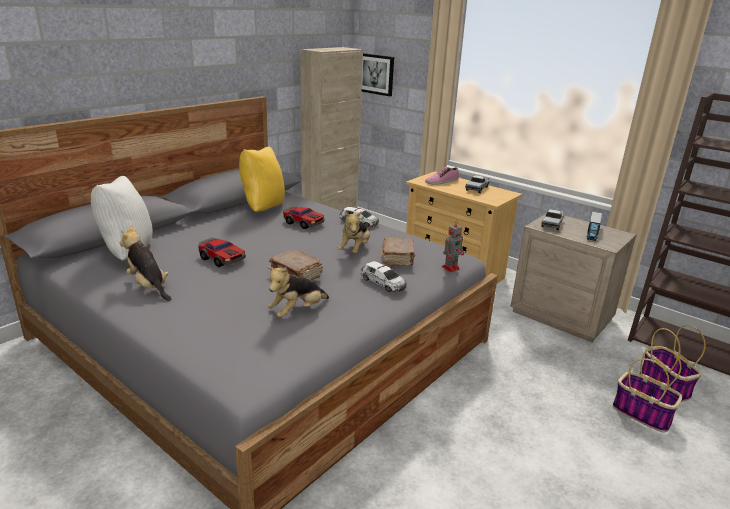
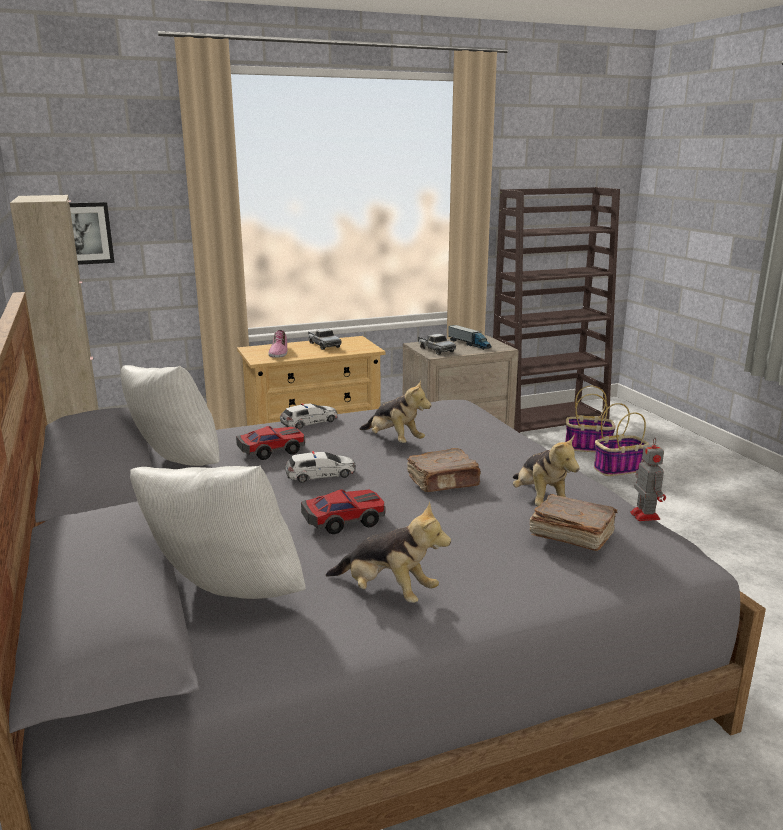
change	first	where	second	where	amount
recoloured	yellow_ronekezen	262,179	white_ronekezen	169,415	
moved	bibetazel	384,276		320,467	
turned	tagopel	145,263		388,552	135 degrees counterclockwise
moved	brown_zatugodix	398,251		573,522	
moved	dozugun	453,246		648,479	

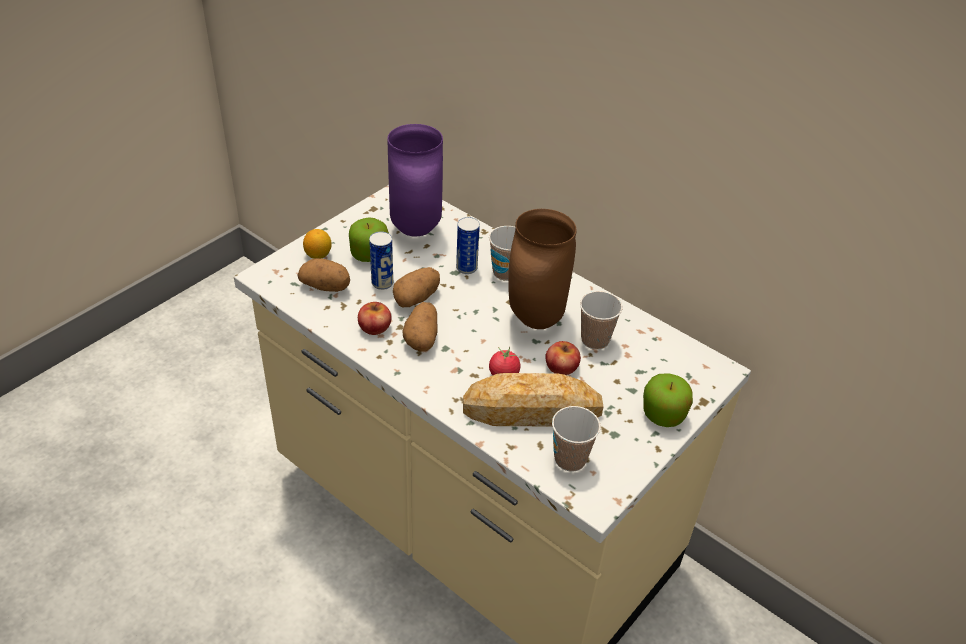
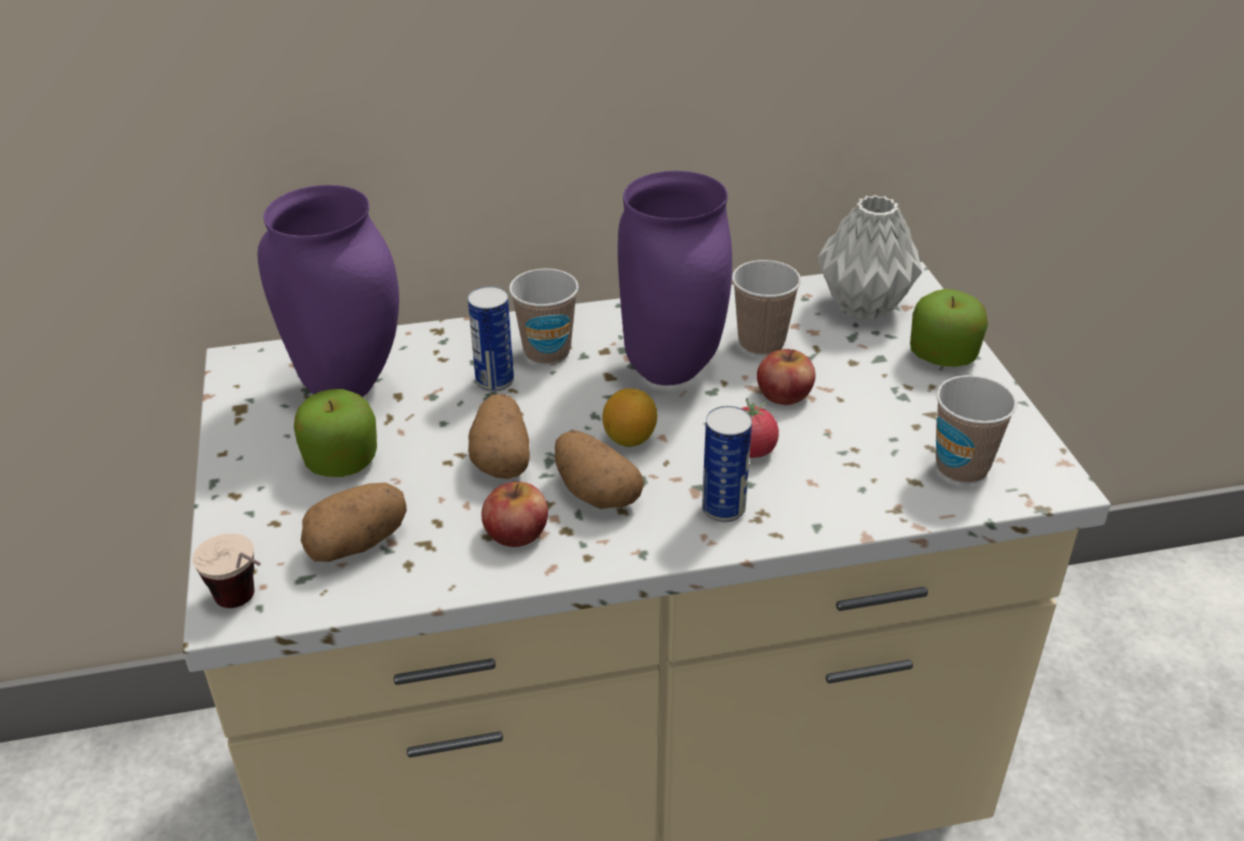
change	first	where	second	where	amount
added			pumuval	226,570	
moved	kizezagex	317,244		629,417	
recoloured	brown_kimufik	542,269	purple_kimufik	675,278	
moved	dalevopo	381,261		727,464	
added			grey_kimufik	870,257	
removed	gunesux	533,400			

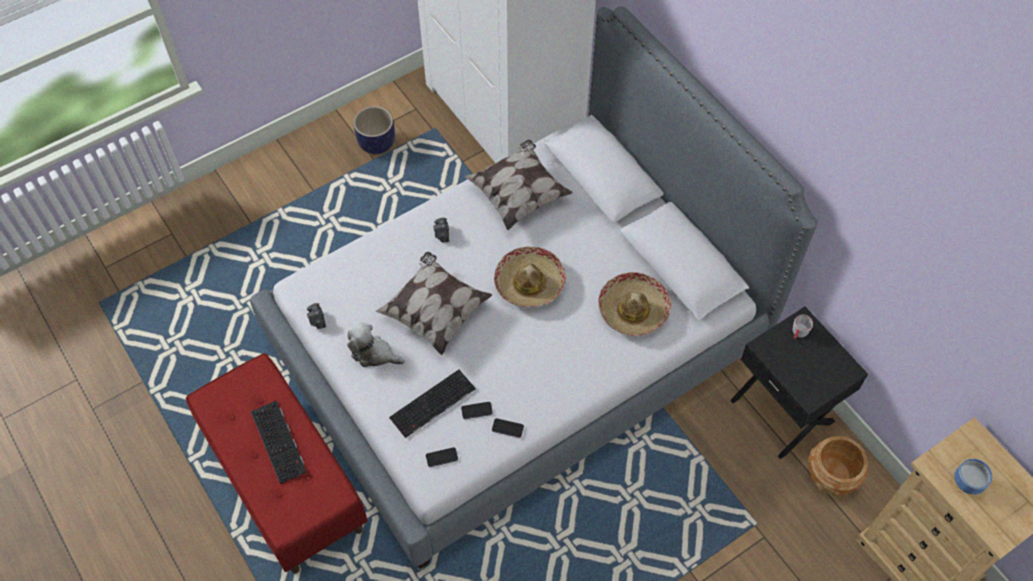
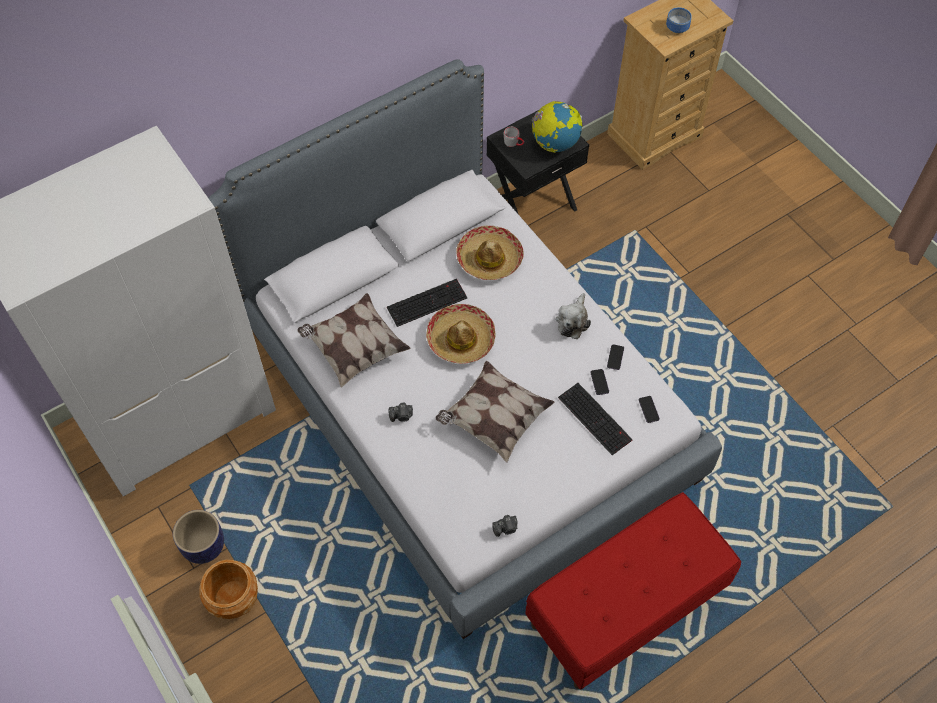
change	first	where	second	where	amount
moved	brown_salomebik	838,465		228,589	
moved	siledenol	279,442		427,303	
added			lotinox	557,127	
moved	tagopel	376,345		573,316	

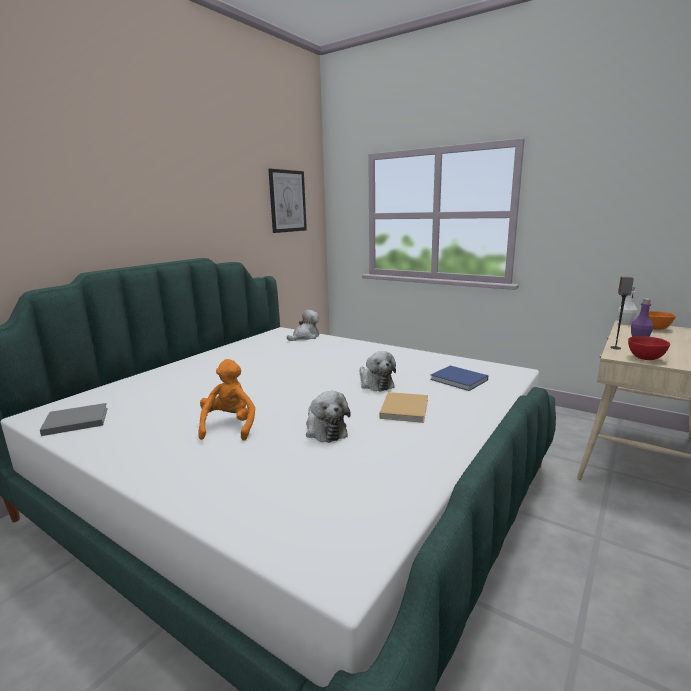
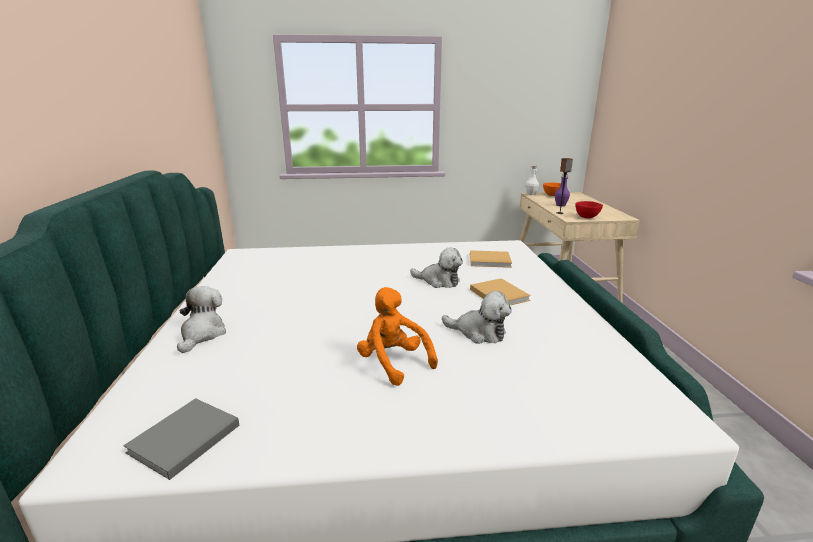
change	first	where	second	where	amount
moved	tagopel	303,325		201,319	
recoloured	blue_zatugodix	459,378	beige_zatugodix	491,259	
removed	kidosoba	287,201			

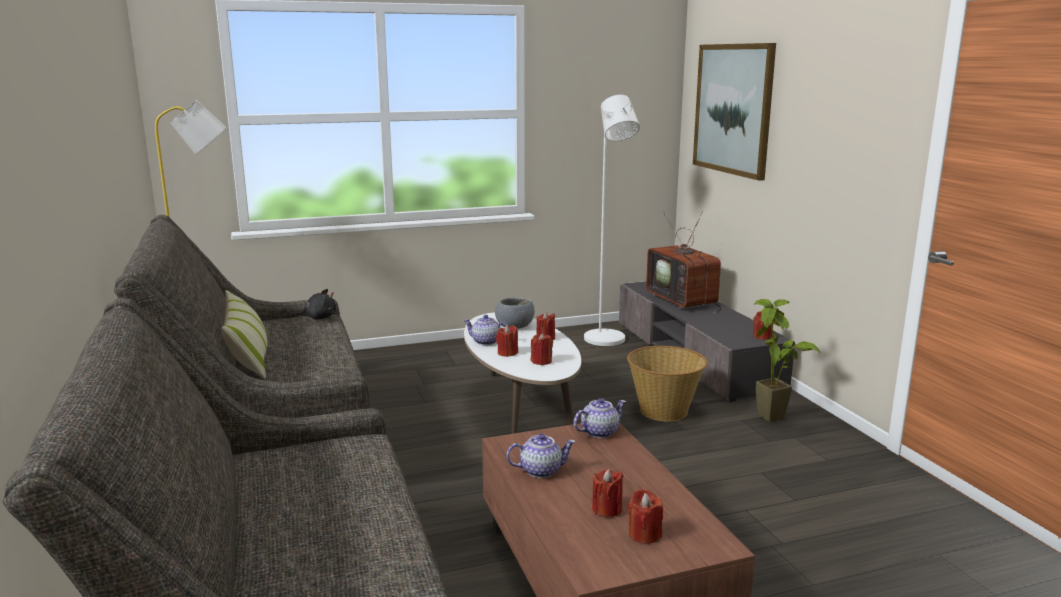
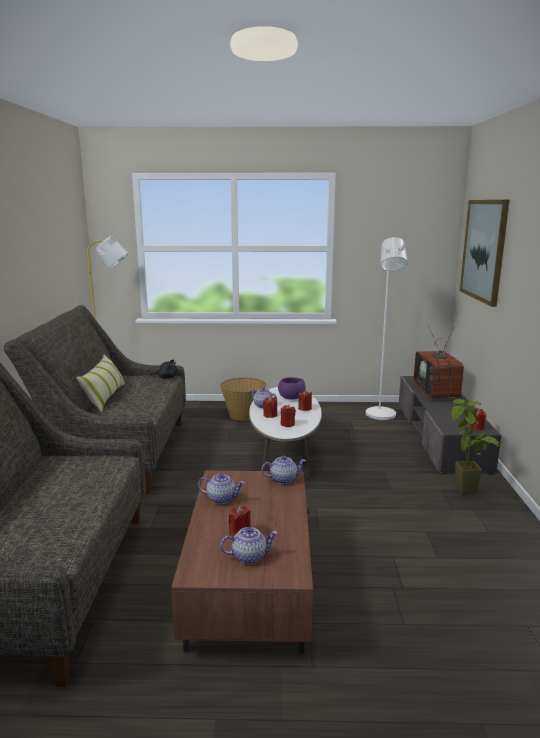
change	first	where	second	where	amount
moved	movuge	667,383		243,399	
replaced	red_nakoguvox	645,516	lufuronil	248,545	
recoloured	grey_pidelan	515,313	purple_pidelan	292,388	

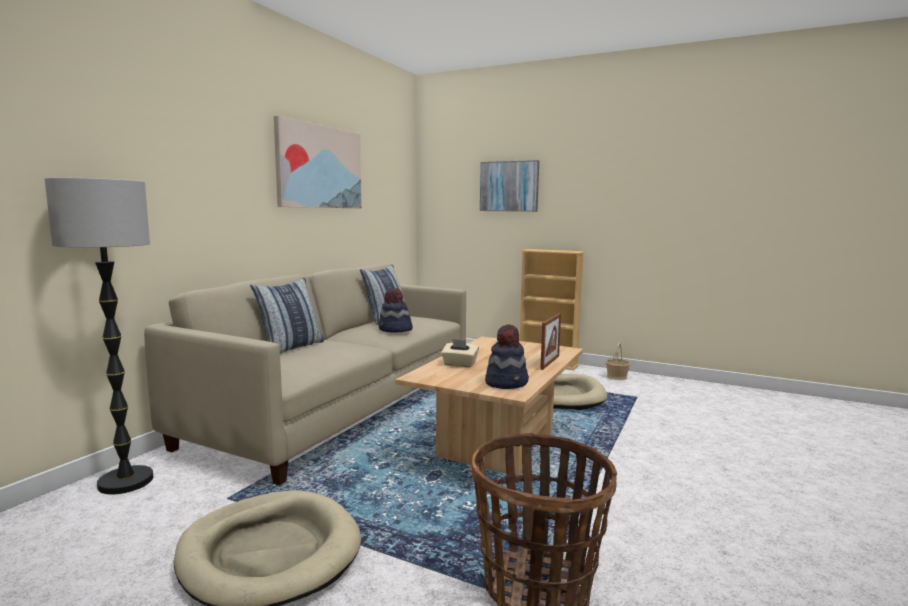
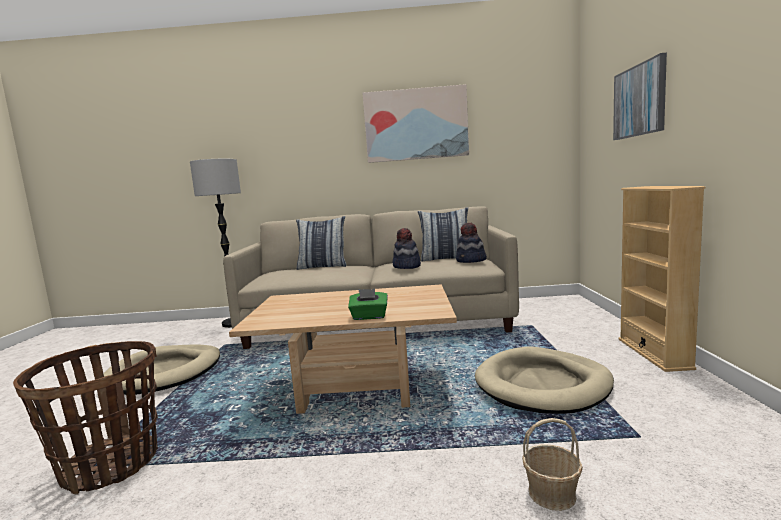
change	first	where	second	where	amount
replaced	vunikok	550,341	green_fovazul	368,304	
moved	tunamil	507,356		471,243	
moved	movuge	618,361		552,464	
removed	beige_fovazul	460,353			

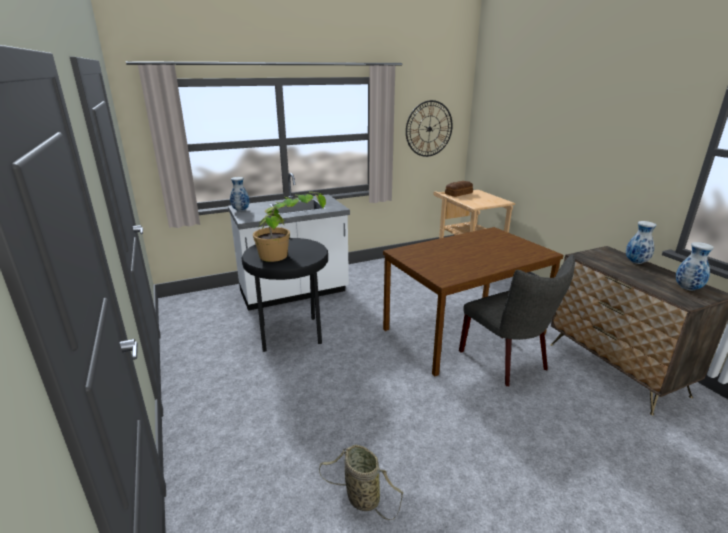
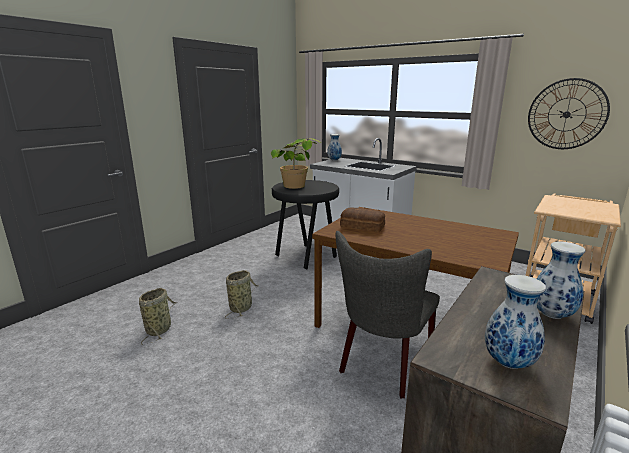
change	first	where	second	where	amount
added			movuge	241,294	
moved	gunesux	459,189		362,220	

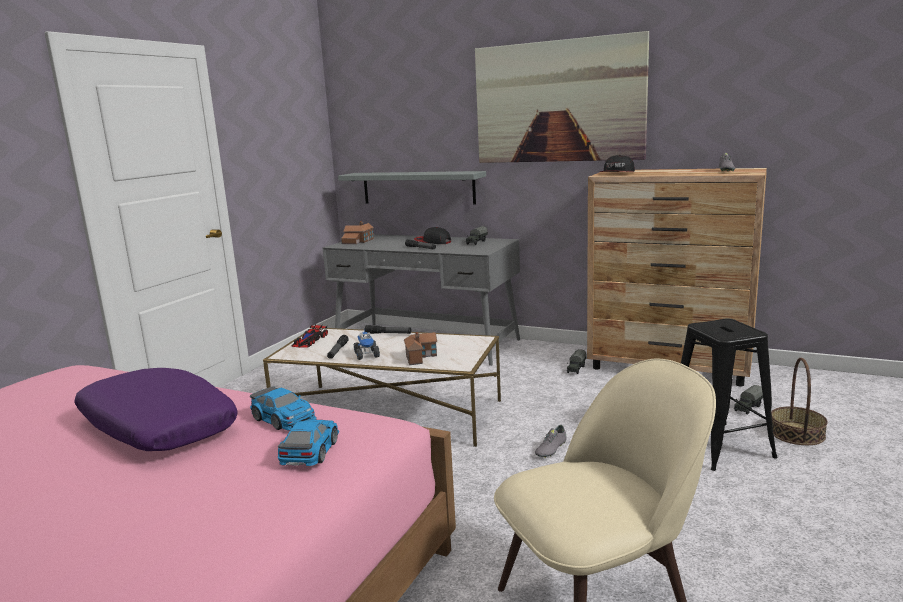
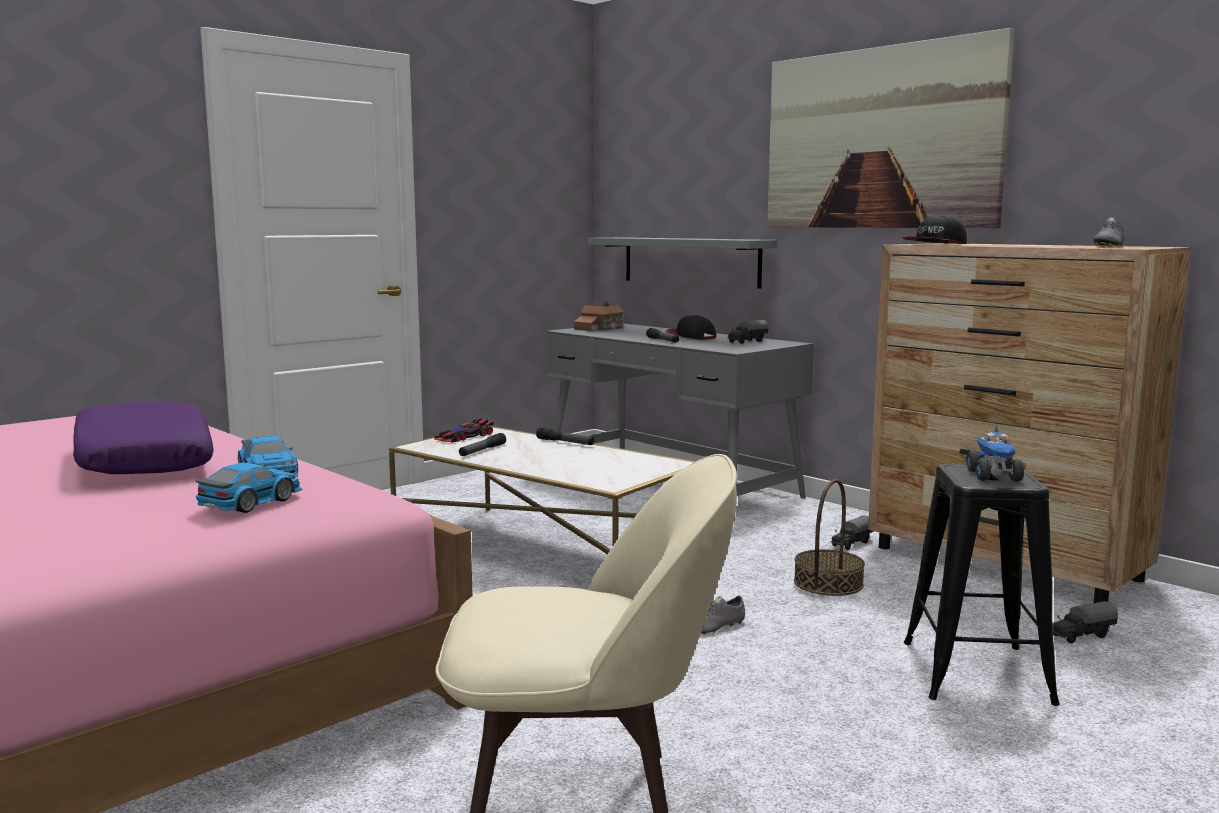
change	first	where	second	where	amount
moved	movuge	799,401		829,537	
moved	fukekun	367,344		995,453	
removed	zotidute	420,348			

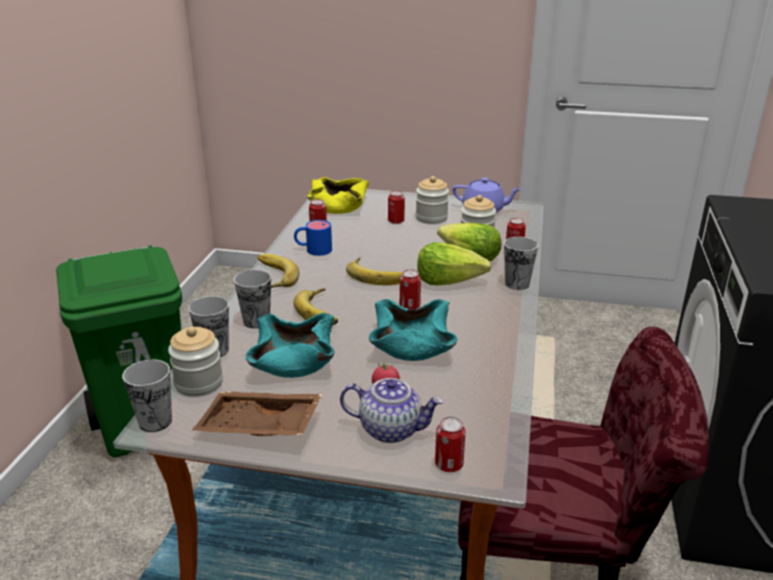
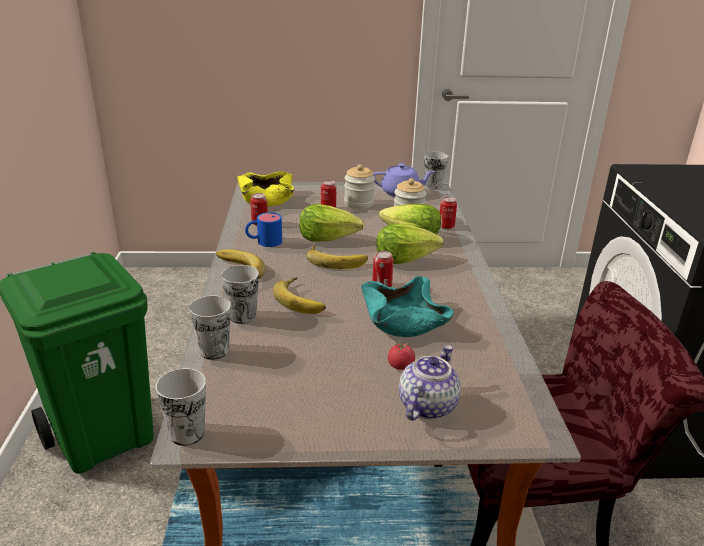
change	first	where	second	where	amount
added			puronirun	331,223	
turned	lufuronil	391,410		430,383	60 degrees counterclockwise
moved	pumuval	521,263		436,170	
removed	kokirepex	195,362			
removed	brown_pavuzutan	257,414			
removed	turquoise_pidelan	290,345			
removed	dalevopo	450,444			

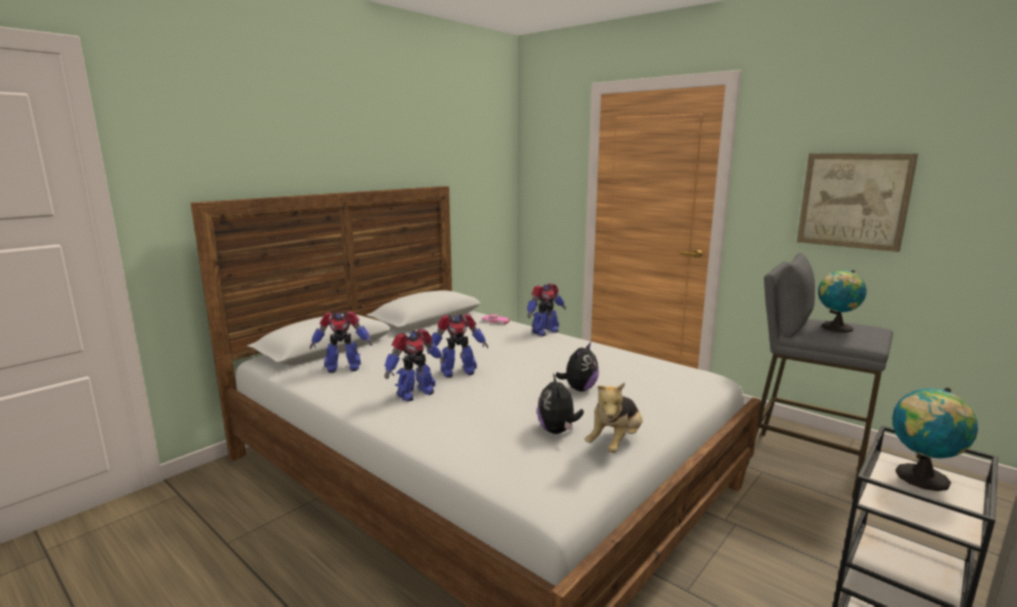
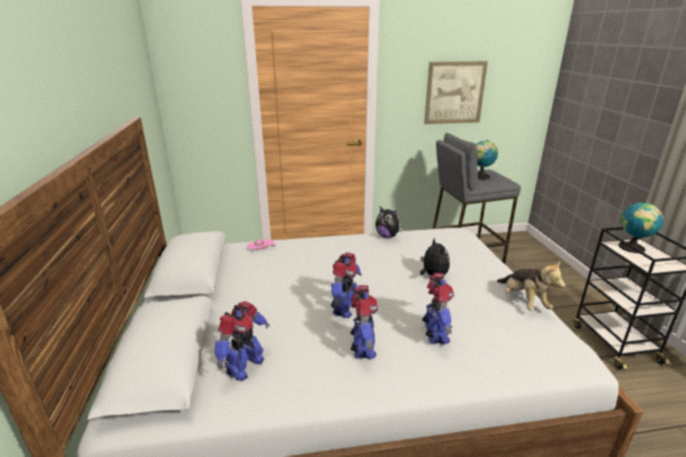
change	first	where	second	where	amount
moved	tagopel	560,404		389,222	
moved	dozugun	546,309		438,309	

